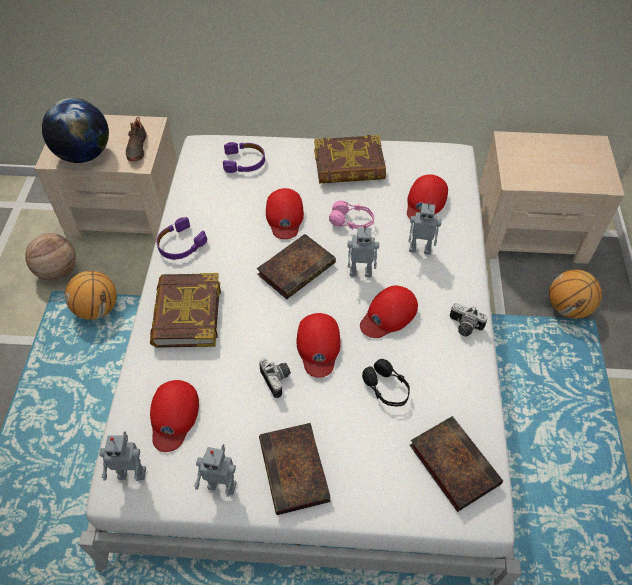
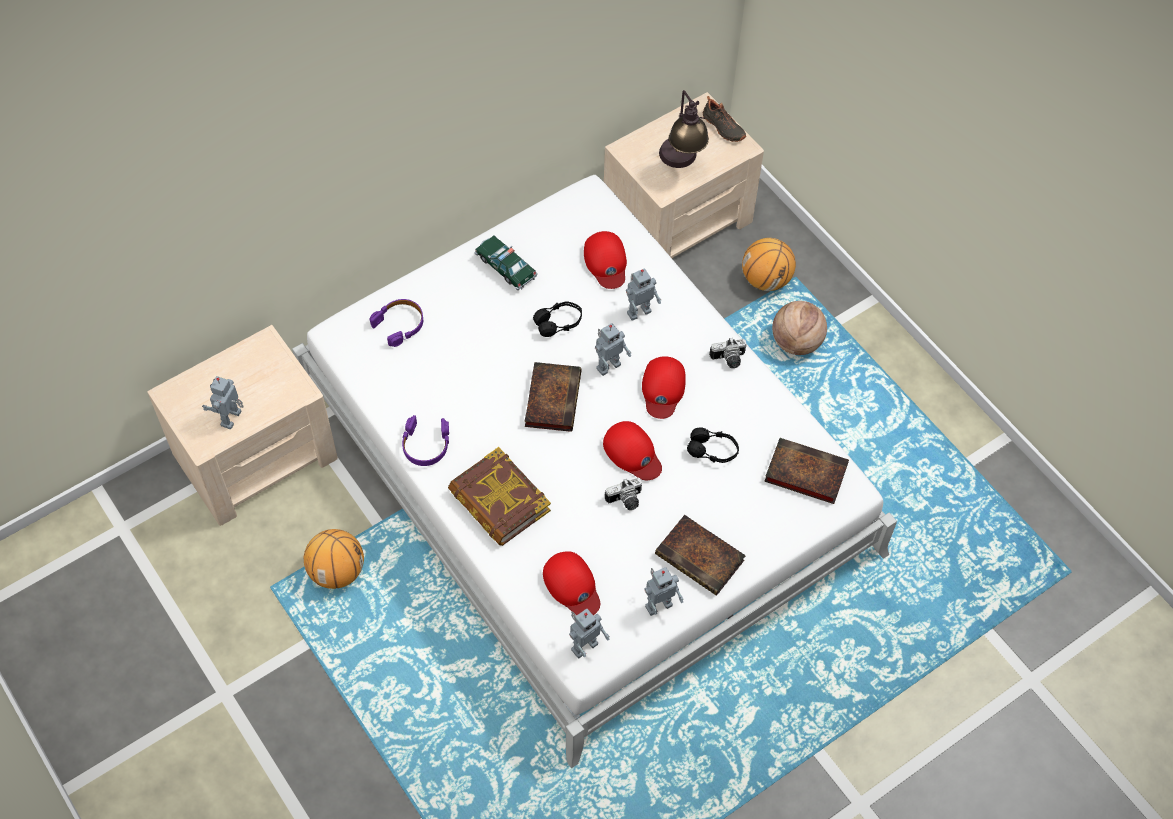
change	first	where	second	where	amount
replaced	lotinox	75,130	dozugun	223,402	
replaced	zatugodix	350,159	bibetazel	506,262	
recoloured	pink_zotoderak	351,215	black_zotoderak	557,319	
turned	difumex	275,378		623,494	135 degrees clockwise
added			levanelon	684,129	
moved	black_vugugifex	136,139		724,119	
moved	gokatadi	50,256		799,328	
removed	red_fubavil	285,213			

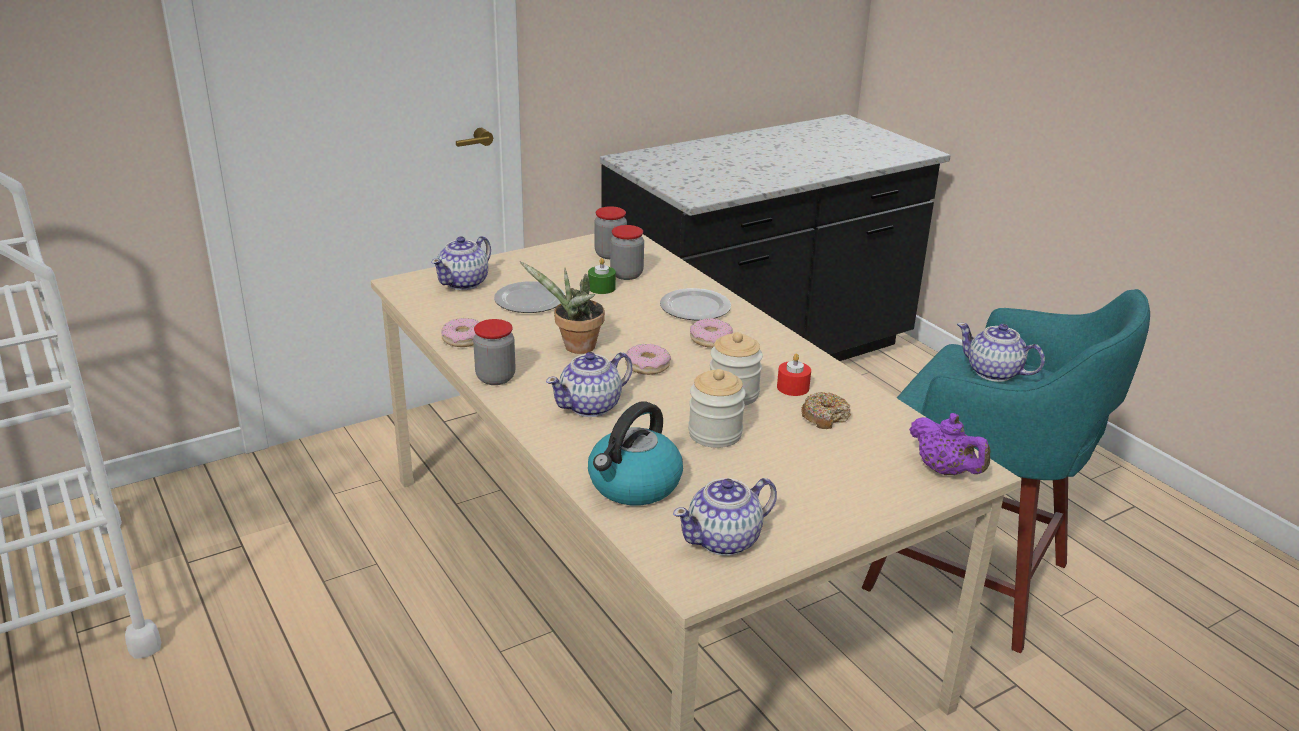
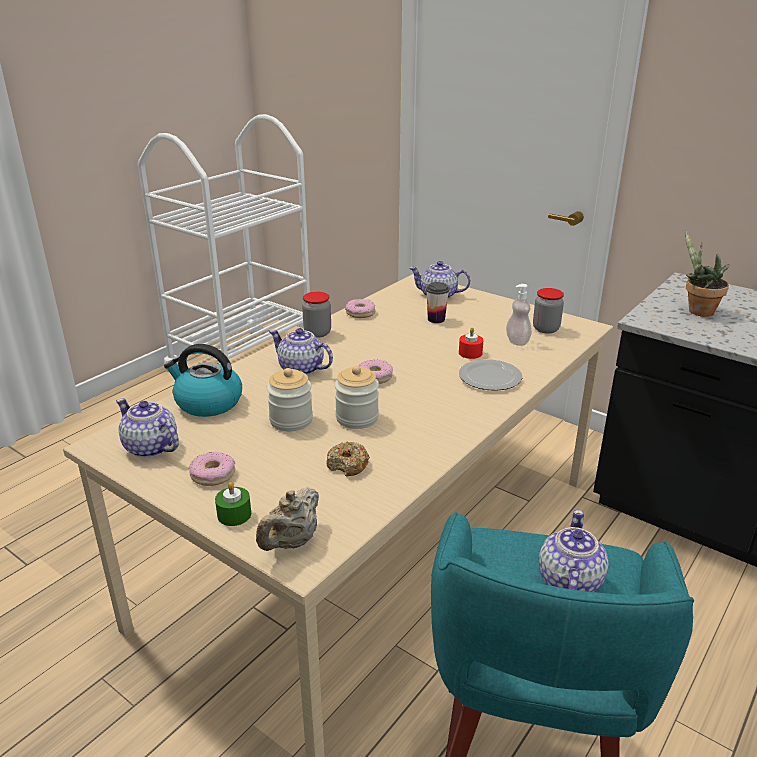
change	first	where	second	where	amount
moved	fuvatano	711,333		212,469	
moved	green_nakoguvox	602,276		233,504	
recoloured	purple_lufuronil	950,444	beige_lufuronil	287,519	
replaced	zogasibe	529,297	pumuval	437,302	
moved	red_nakoguvox	794,374		471,343	
replaced	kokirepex	627,252	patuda	519,315	
moved	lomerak	562,307		707,274	

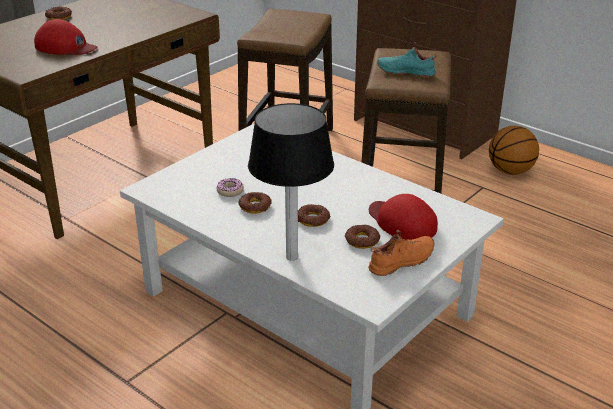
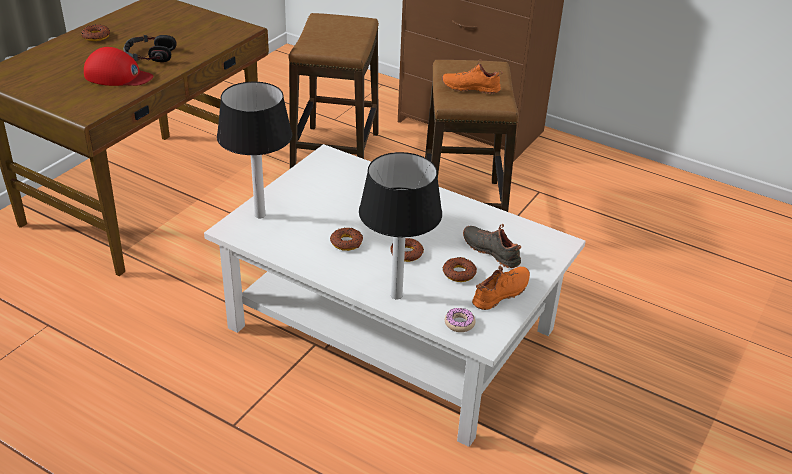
change	first	where	second	where	amount
added			zotoderak	150,48	
added			levanelon	254,150	
recoloured	turquoise_vugugifex	407,60	orange_vugugifex	472,76	
moved	fuvatano	230,187		460,320	
replaced	red_fubavil	403,217	black_vugugifex	492,246	
removed	gokatadi	514,150			

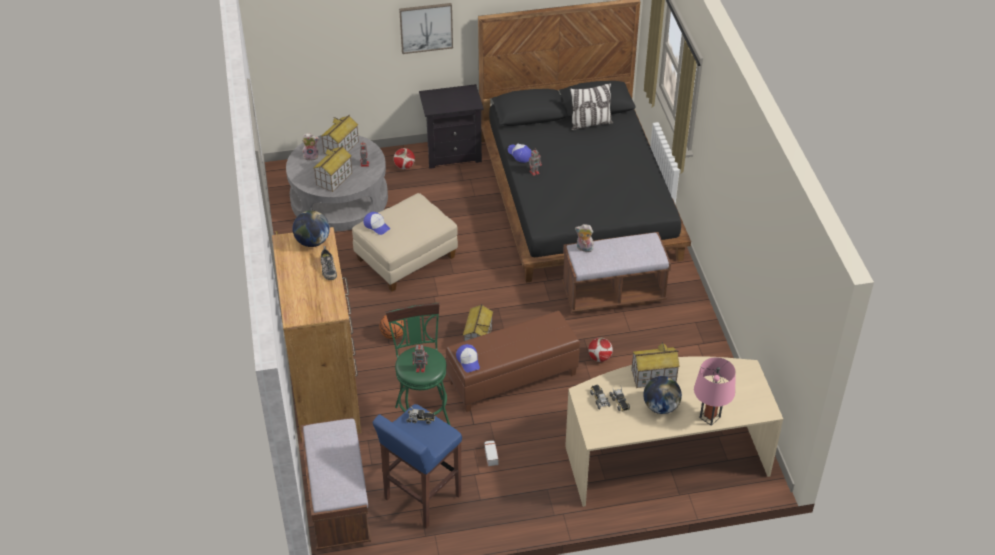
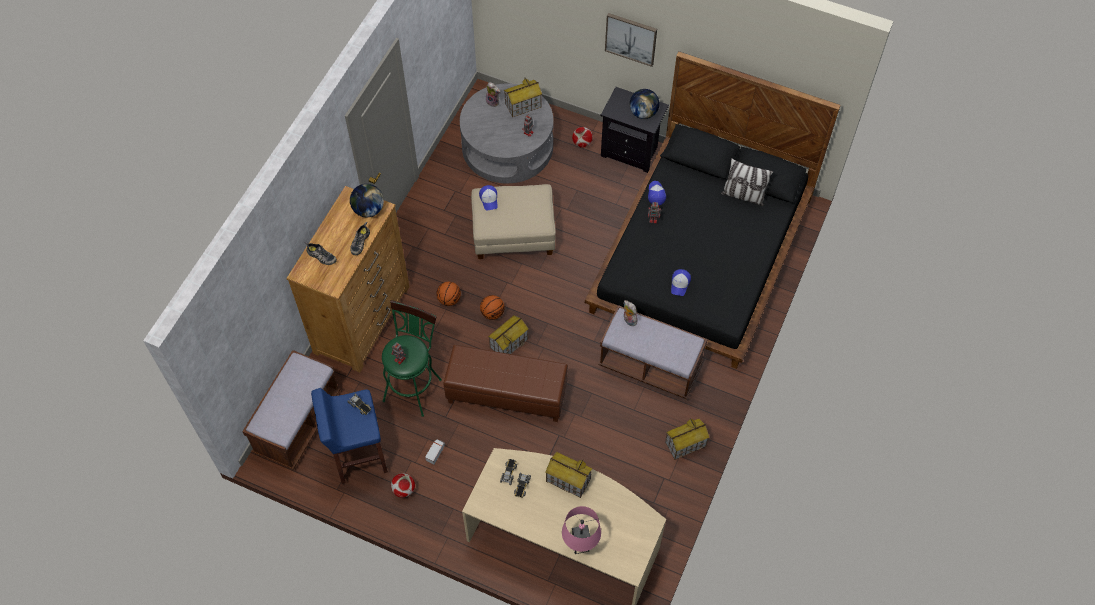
change	first	where	second	where	amount
added			vugugifex	321,253	
moved	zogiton	600,349		403,485	
added			gokatadi	492,307	
moved	lotinox	662,395		644,104	
moved	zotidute	332,169		687,439	
moved	fubavil	468,358		681,282	

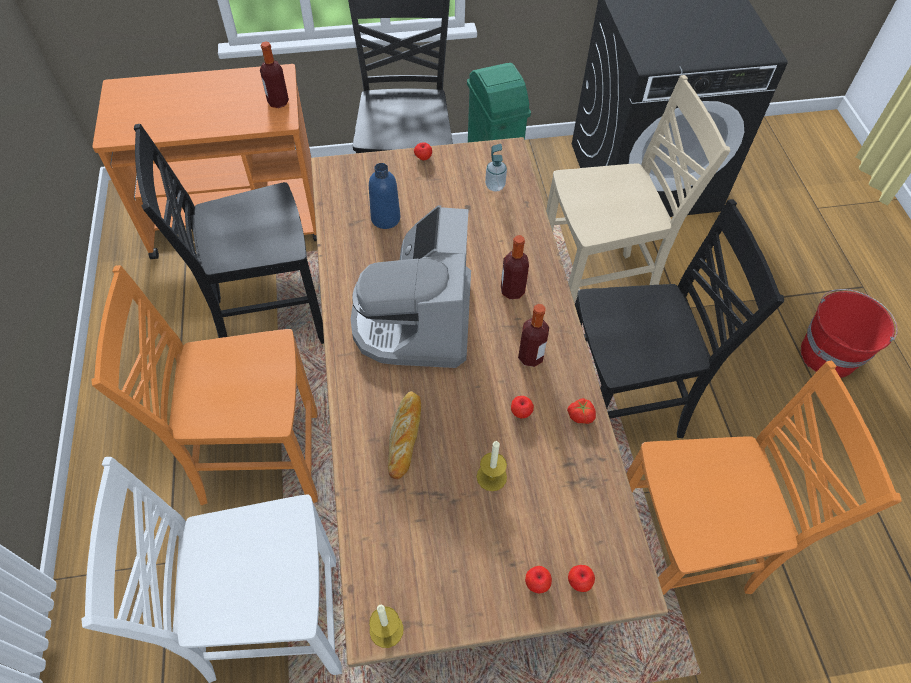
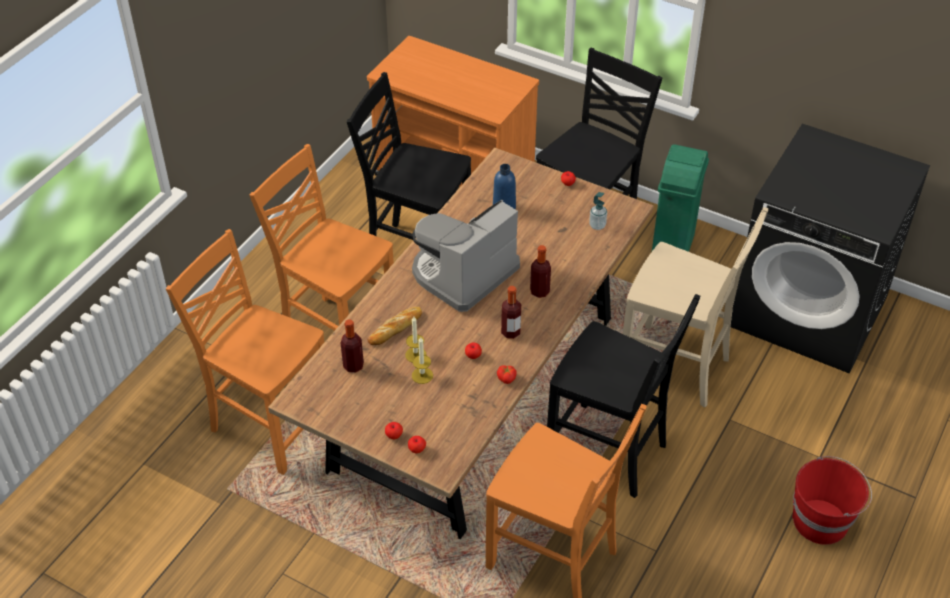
change	first	where	second	where	amount
recoloured	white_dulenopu	212,570	orange_dulenopu	245,352	
moved	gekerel	274,74		352,346	
moved	nakoguvox	386,626		415,340	

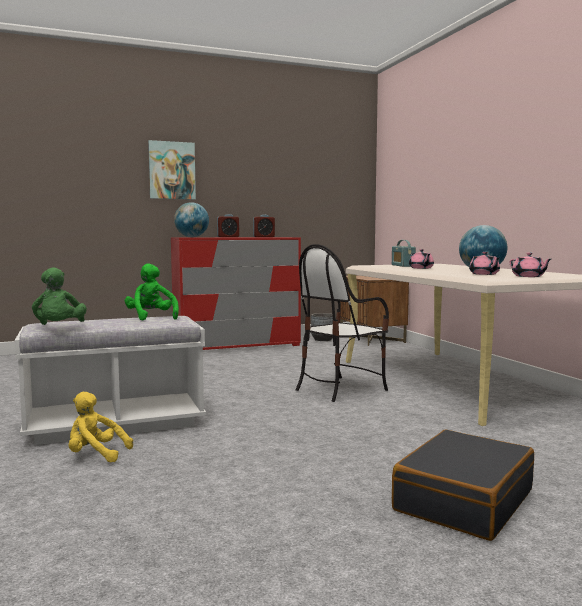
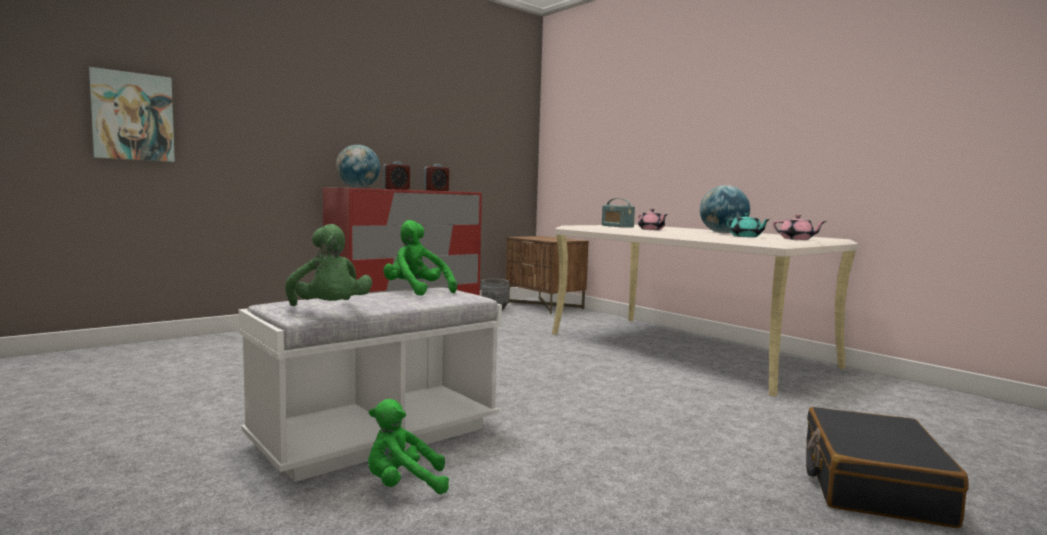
change	first	where	second	where	amount
moved	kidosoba	172,170		132,114	
recoloured	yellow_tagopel	101,427	green_tagopel	408,446	
recoloured	pink_lufuronil	484,263	turquoise_lufuronil	748,225	
removed	dulenopu	342,323			

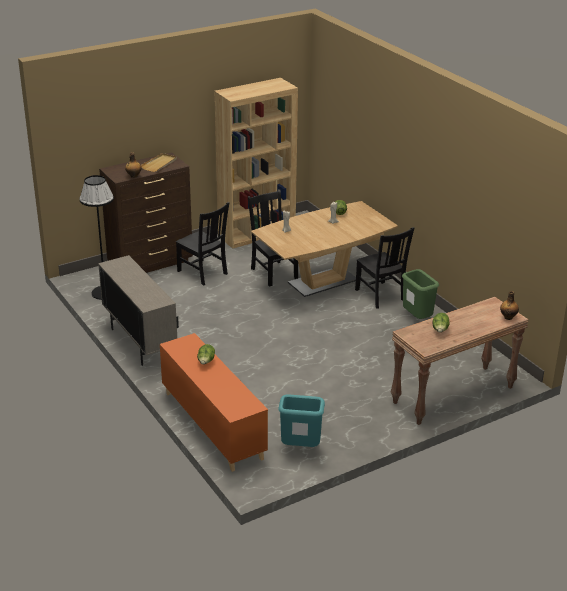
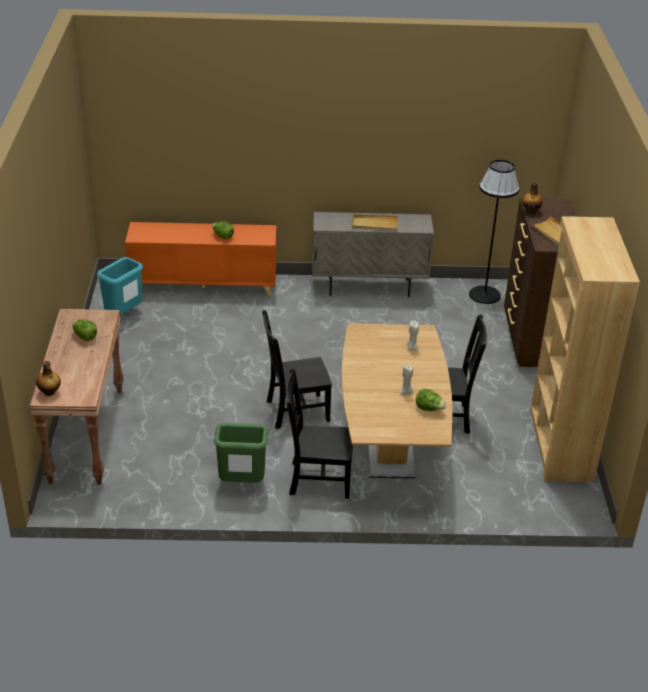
change	first	where	second	where	amount
moved	black_dulenopu	202,243		297,369	
added			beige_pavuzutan	375,222	

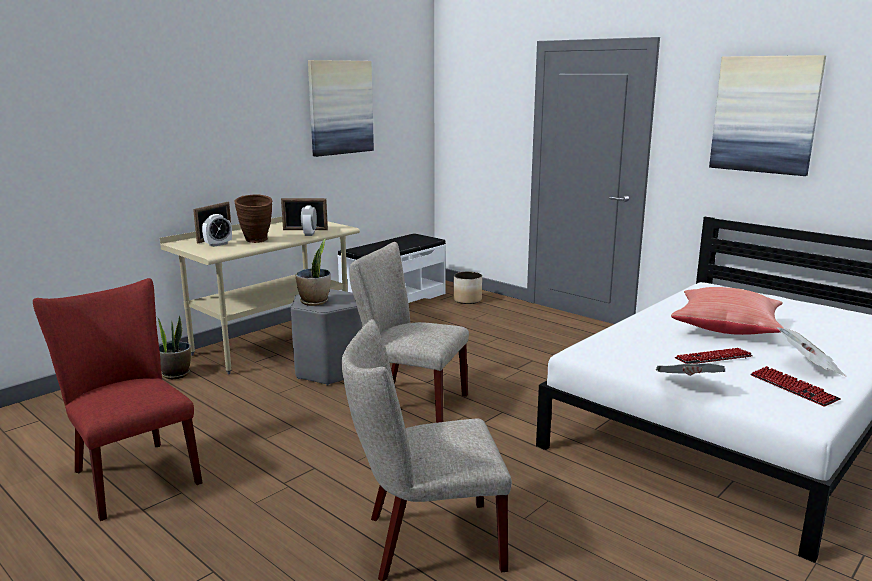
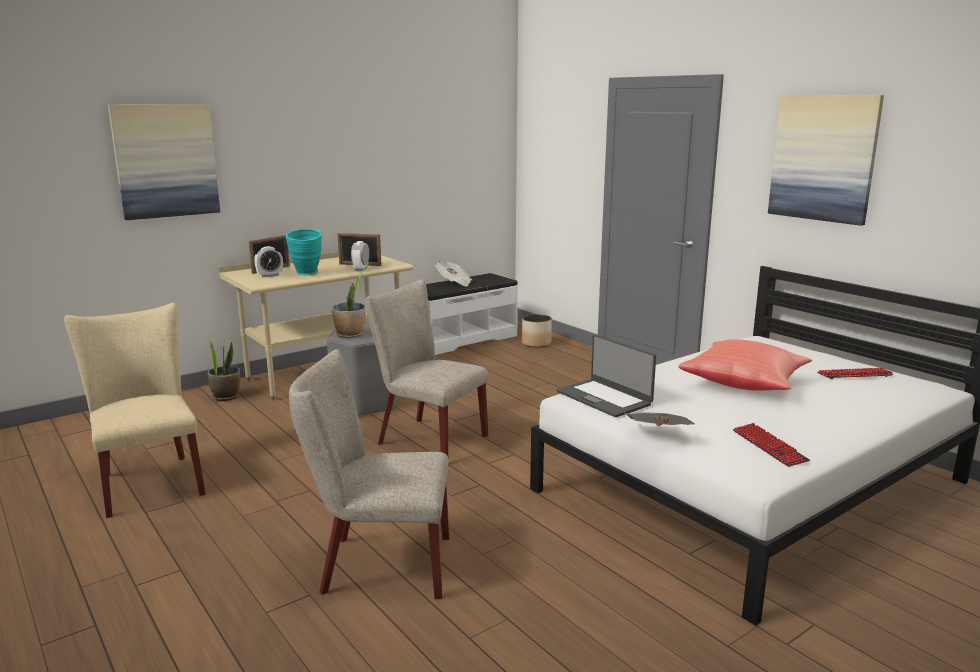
change	first	where	second	where	amount
recoloured	red_dulenopu	118,399	beige_dulenopu	135,410	
moved	kidosoba	341,108		164,162	
recoloured	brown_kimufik	253,218	turquoise_kimufik	304,252	
moved	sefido	811,351		454,273	
added			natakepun	606,375	
moved	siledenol	714,356		855,373	

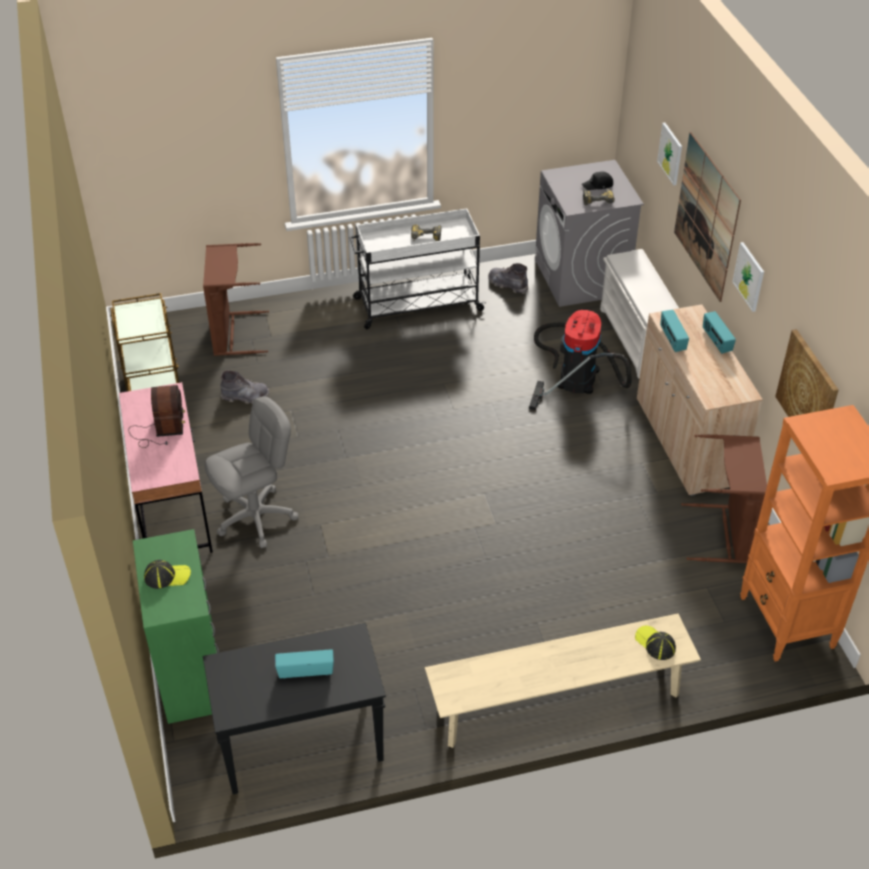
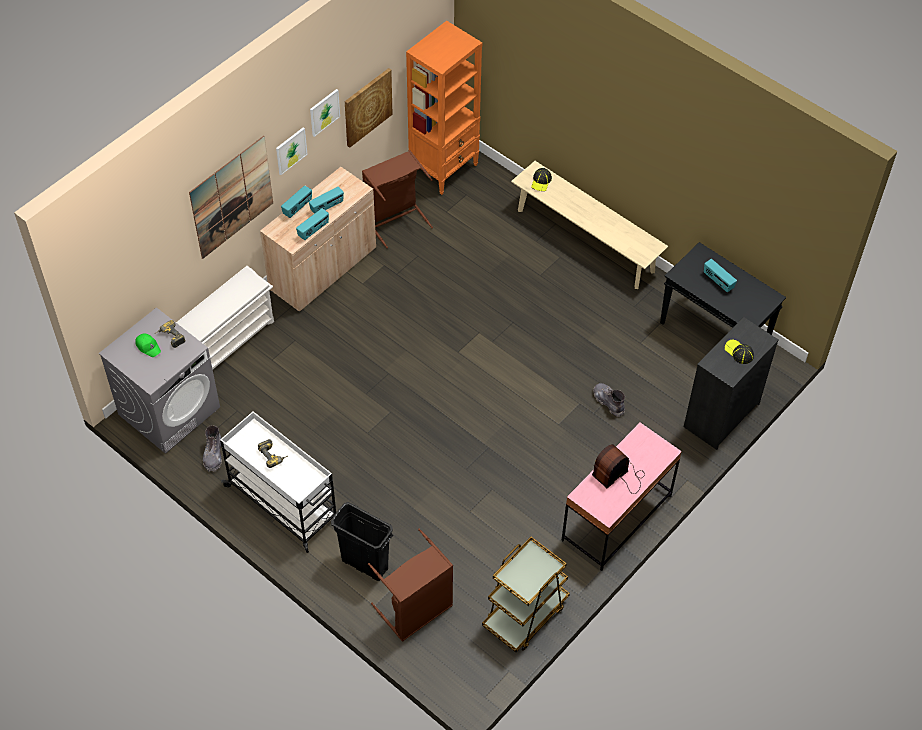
change	first	where	second	where	amount
recoloured	black_fubavil	597,180	green_fubavil	148,345	
added			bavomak	326,200	
moved	kidosoba	669,154		325,113	
added			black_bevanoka	362,541	
moved	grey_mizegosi	245,387		609,400	
recoloured	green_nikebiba	176,626	black_nikebiba	731,383	
removed	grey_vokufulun	252,472			
removed	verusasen	580,360			

